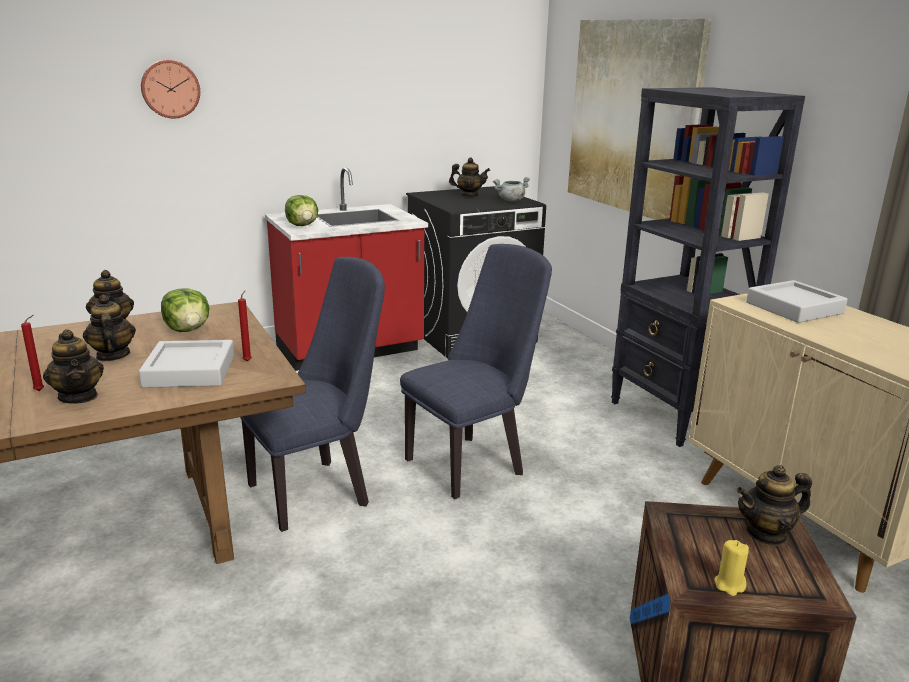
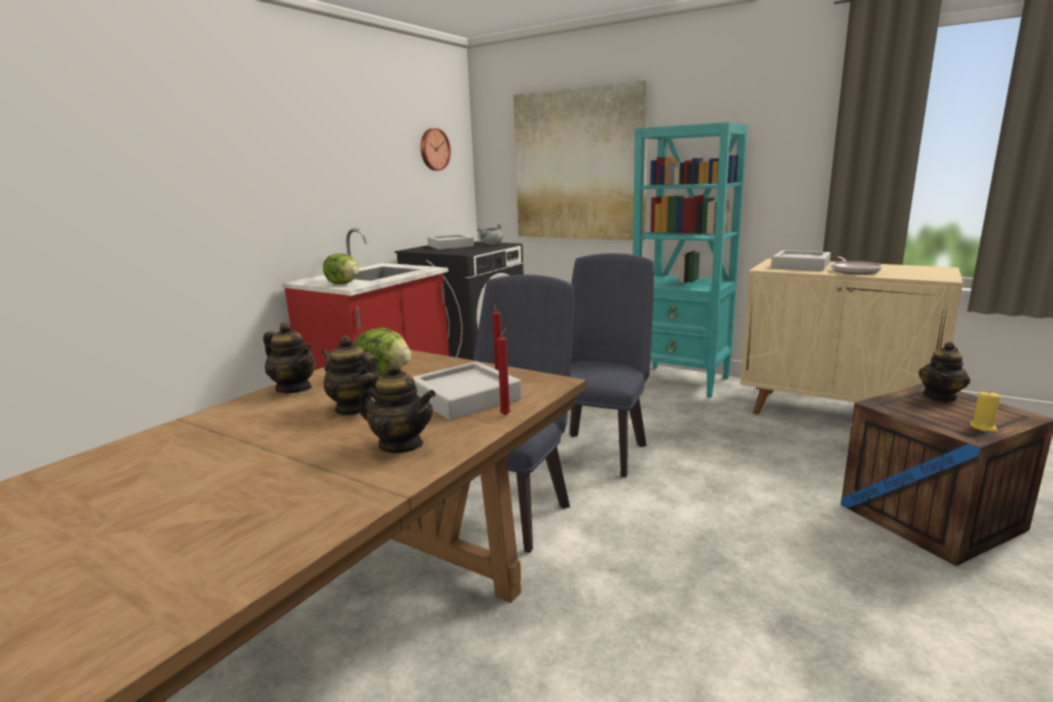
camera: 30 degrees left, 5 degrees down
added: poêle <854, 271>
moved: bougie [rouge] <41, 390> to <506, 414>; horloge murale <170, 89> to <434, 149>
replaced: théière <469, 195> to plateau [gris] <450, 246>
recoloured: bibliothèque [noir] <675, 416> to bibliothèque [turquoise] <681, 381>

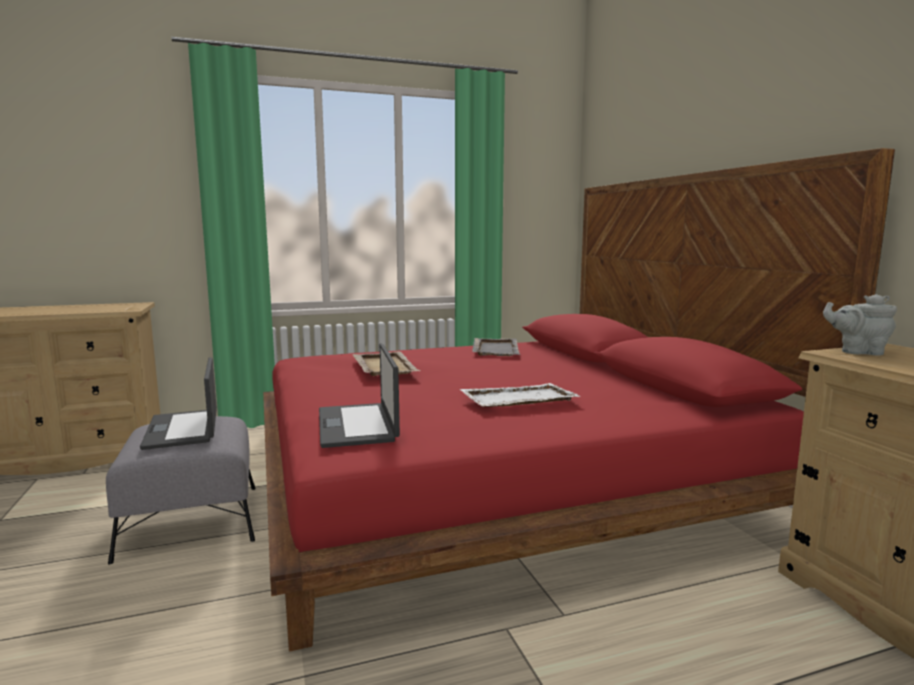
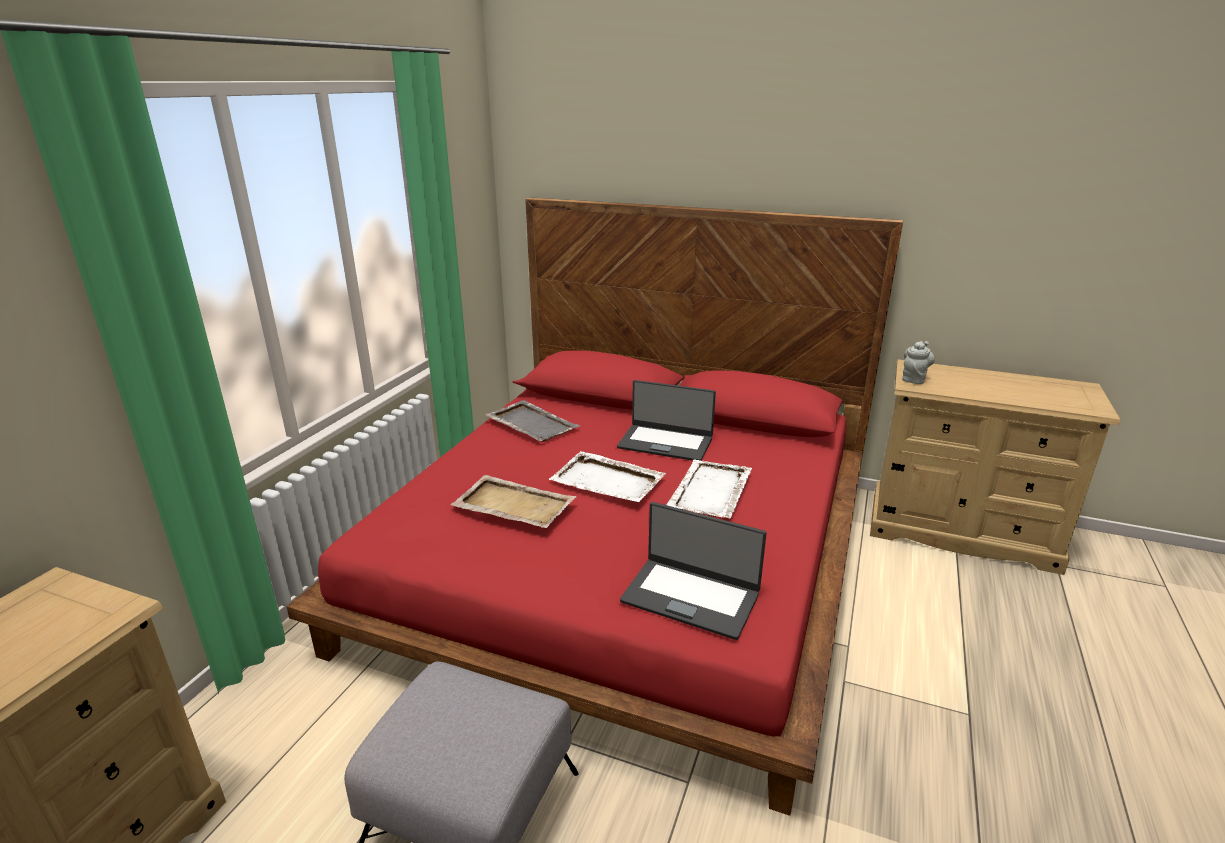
camera: 50 degrees left, 15 degrees up
added: plateau [blanc] <608, 481>
moved: ordinateur portable <184, 429> to <665, 442>
turned: théière [gris] <858, 352> = <914, 379> 150 degrees clockwise

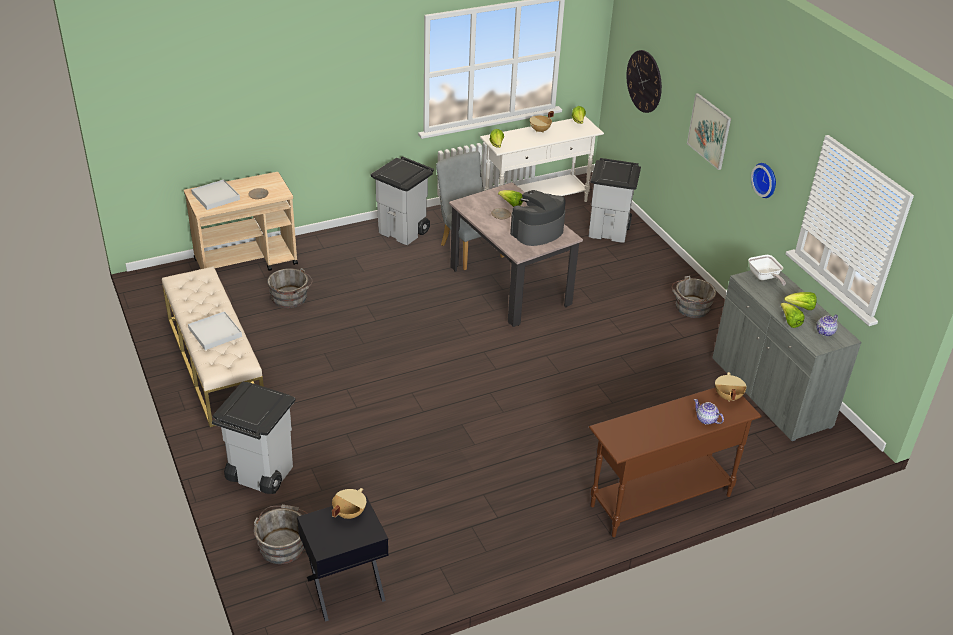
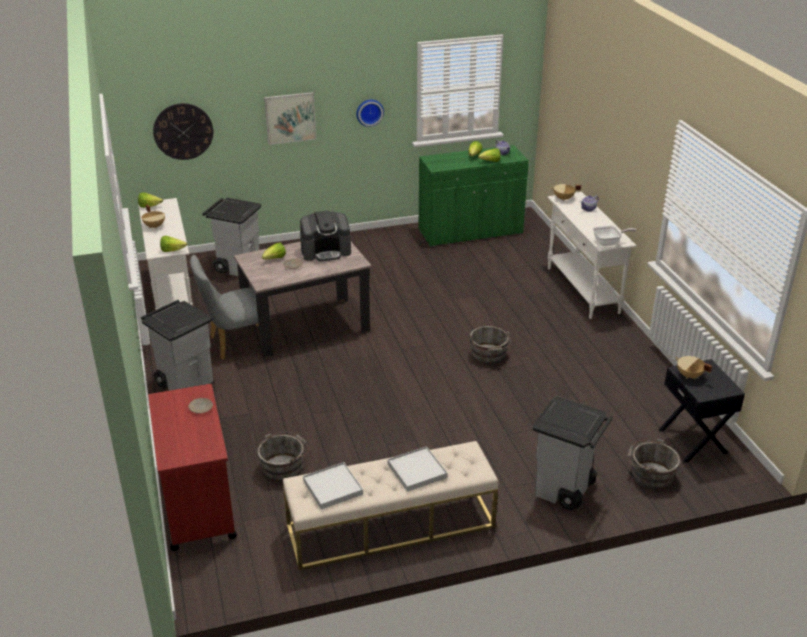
camera: 80 degrees left, 5 degrees down
moved: plateau [blanc] <216, 196> to <333, 487>; seau [gris] <690, 307> to <489, 356>; poêle <764, 277> to <609, 243>
recoloured: chariot [beige] <246, 262> to chariot [rouge] <197, 503>; table console [marron] <660, 500> to table console [blanc] <582, 290>; meuble de rangement [gris] <770, 393> to meuble de rangement [vert] <470, 232>
turned: machine à café <537, 232> = <326, 251> 75 degrees counterclockwise

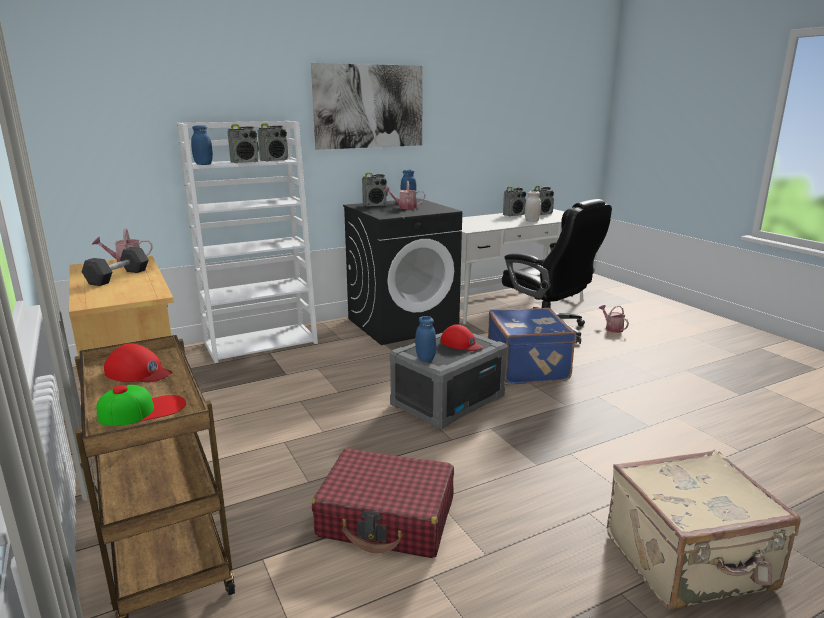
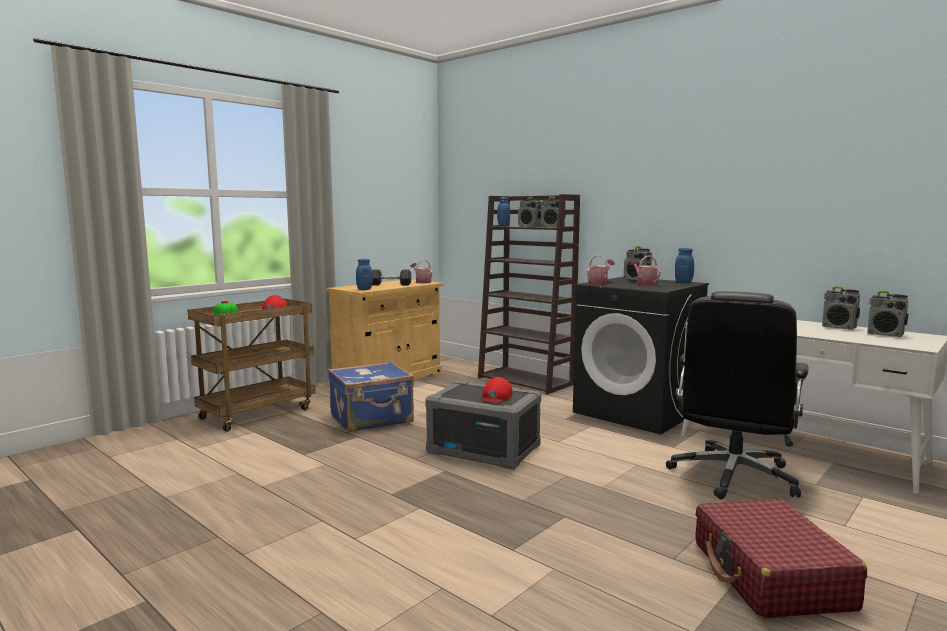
camera: 70 degrees right, 10 degrees down
removed: tableau <369, 106>; bocal [blanc] <532, 221>; valise [beige] <690, 563>
moved: valise [rouge] <387, 518> to <770, 575>; bocal [bleu] <425, 359> to <364, 289>; valise [bleu] <528, 367> to <372, 419>; arrosoir <612, 328> to <599, 283>
recoloured: bibliothèque [blanc] <262, 343> to bibliothèque [marron] <526, 381>

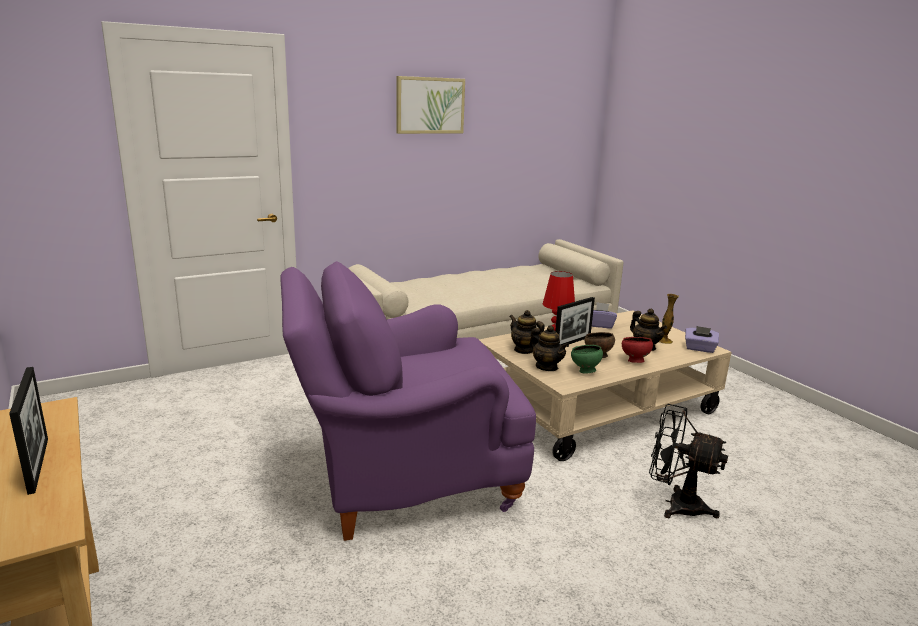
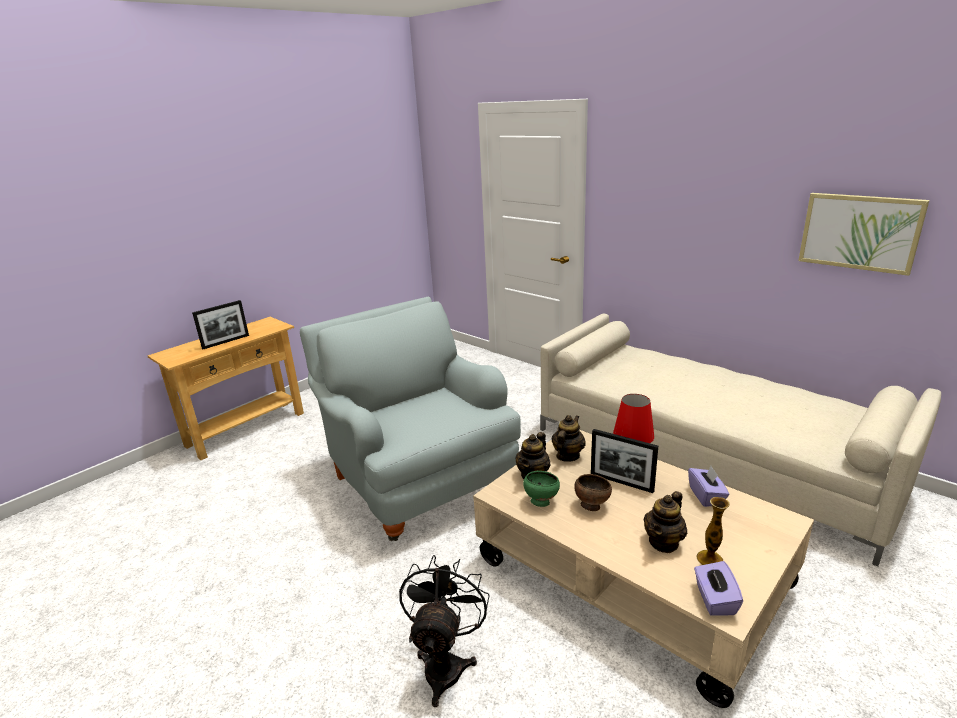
camera: 75 degrees right, 5 degrees up
removed: bol [rouge] <634, 361>
moved: tableau <430, 105> to <859, 232>
recoloured: fauteuil [violet] <401, 477> to fauteuil [gris] <418, 479>

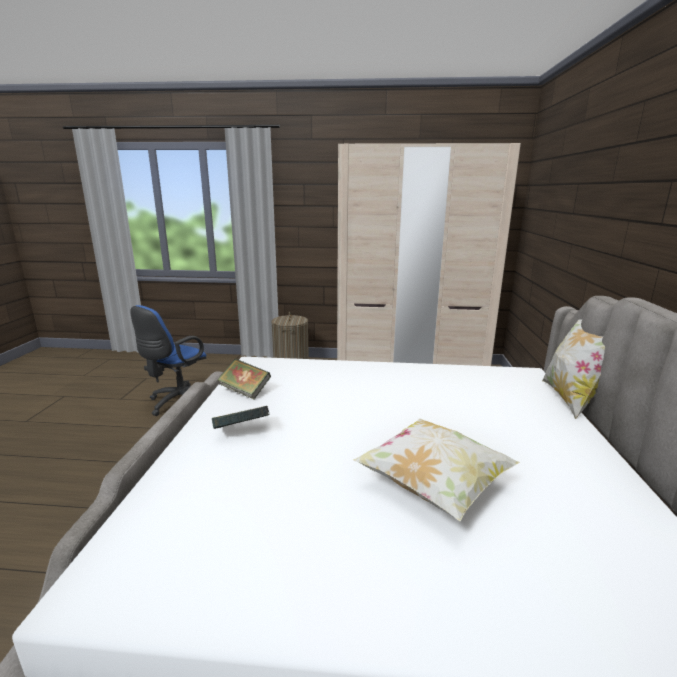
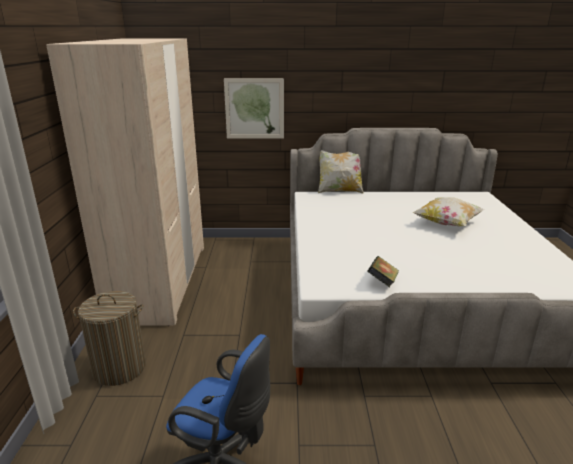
camera: 95 degrees left, 5 degrees up
removed: livre <242, 431>
added: tableau <254, 109>

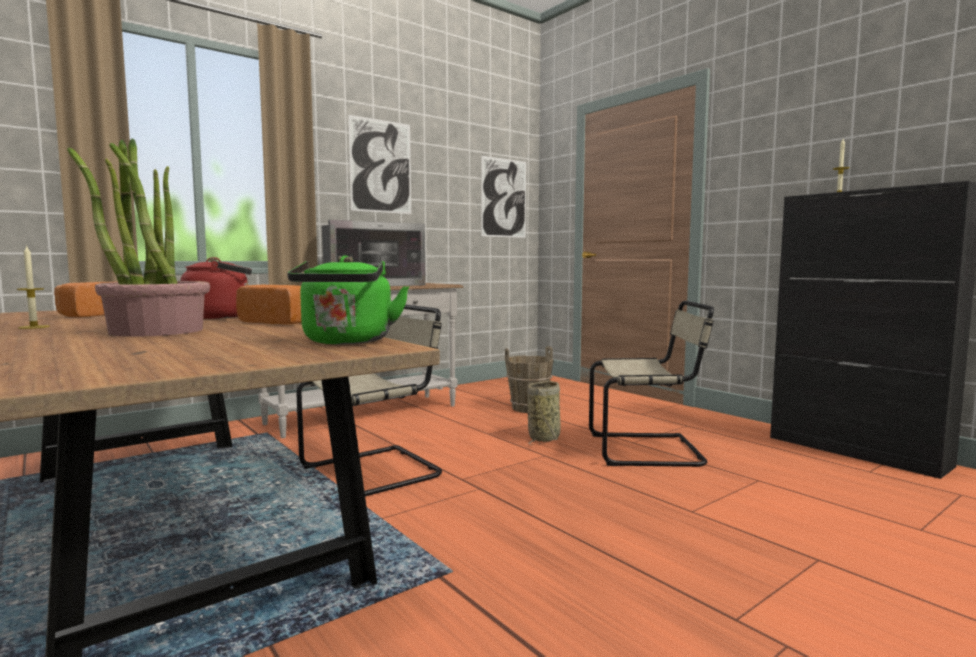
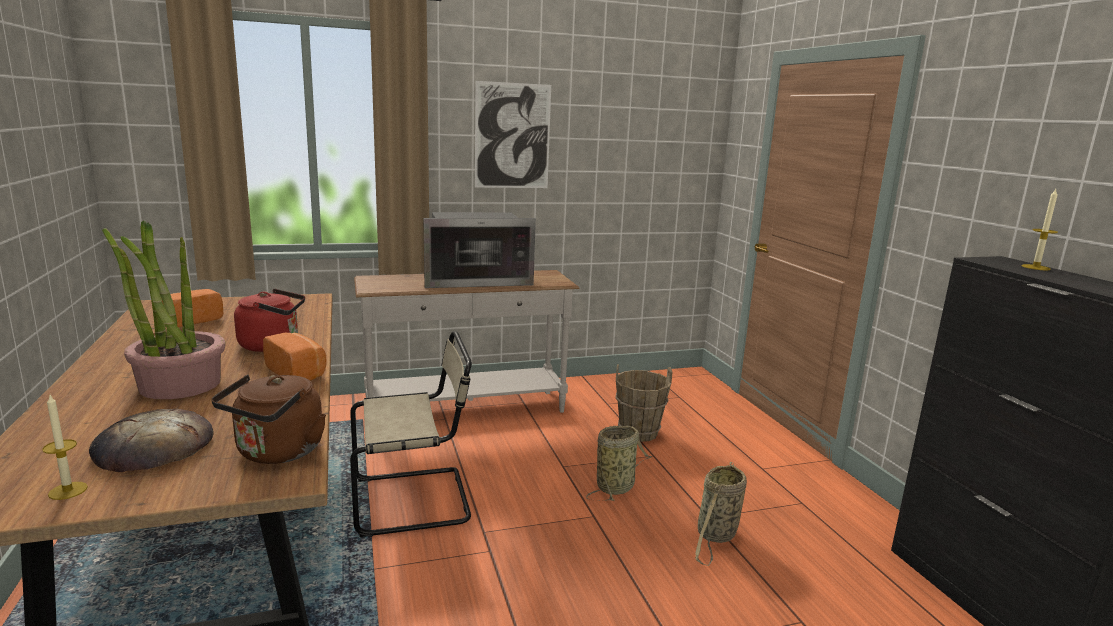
camera: 20 degrees right, 10 degrees up
removed: tableau <504, 198>
added: pain <153, 447>
moved: bougie <34, 327> to <68, 490>
replaced: chaise [beige] <649, 450> to panier <715, 536>
recoloured: bouilloire [vert] <347, 342> to bouilloire [marron] <277, 453>

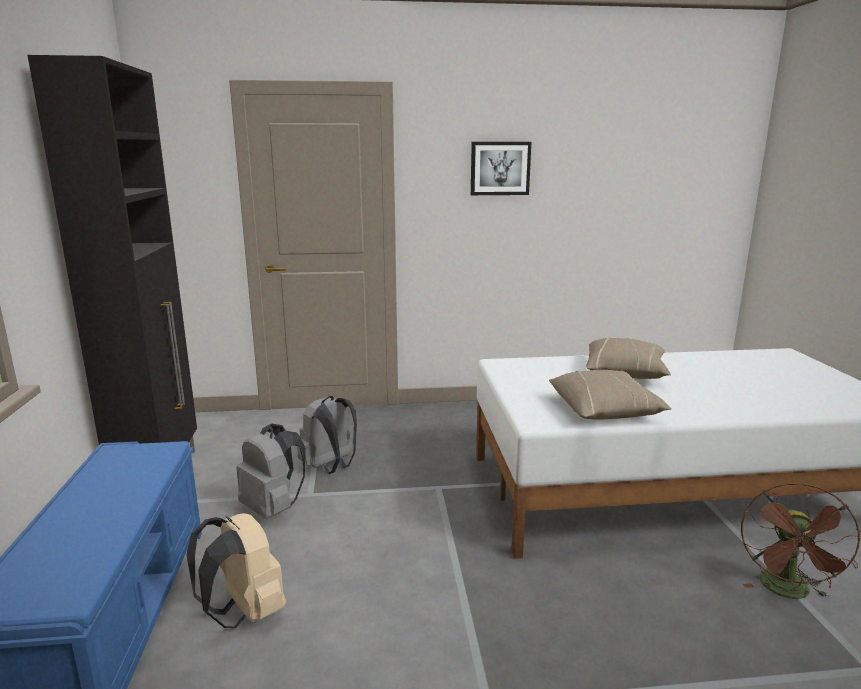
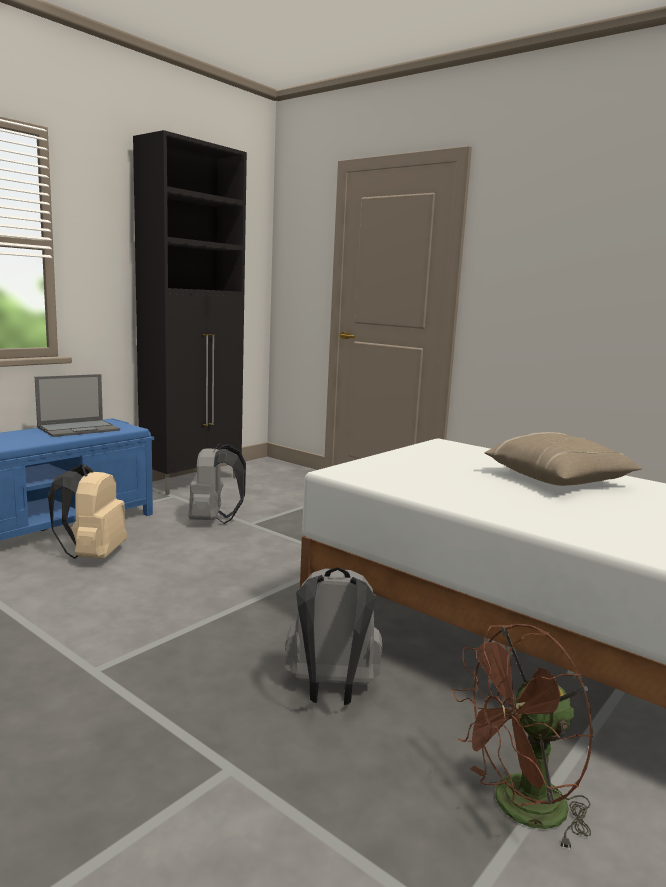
camera: 45 degrees right, 5 degrees down
removed: tableau <500, 168>; coussin [beige] <605, 410>
added: ordinateur portable <79, 428>
moved: sac à dos [gris] <330, 466> to <331, 691>

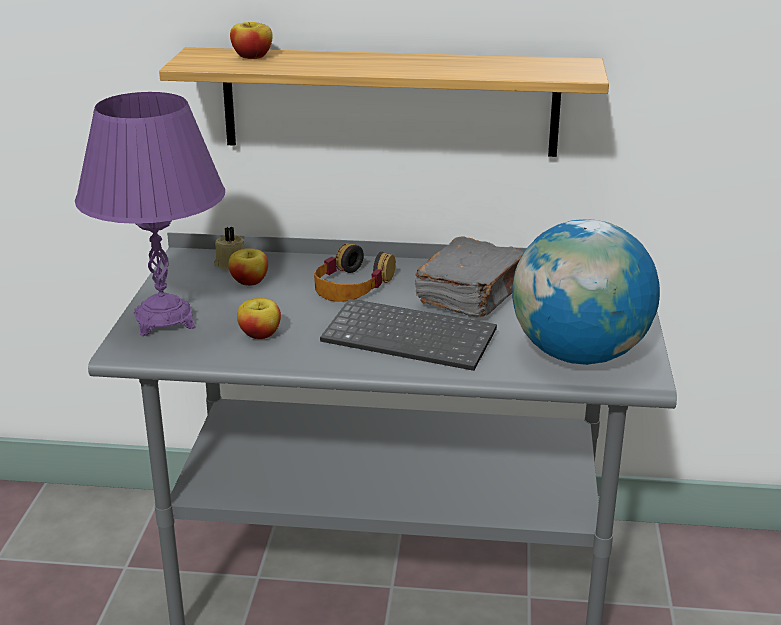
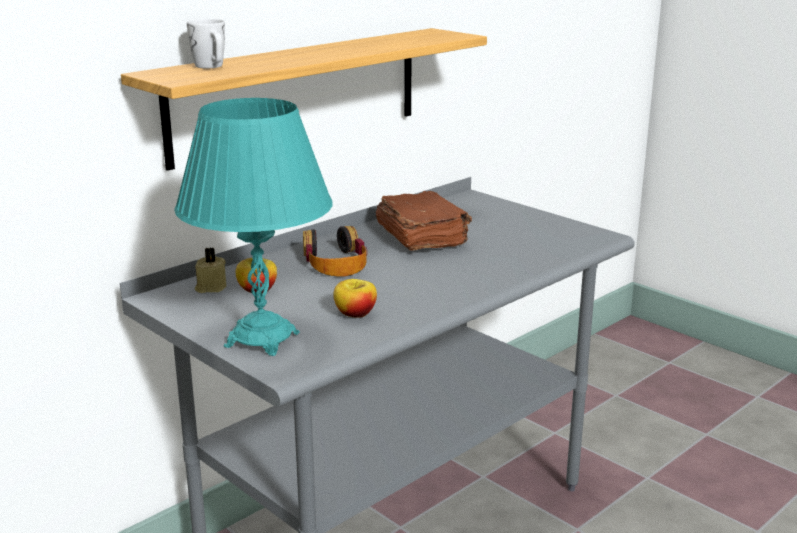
camera: 50 degrees left, 5 degrees down
removed: clavier <411, 337>; globe <579, 355>
replaced: pomme <252, 57> to mug [blanc] <211, 67>
recoloured: lampe de table [violet] <164, 320> to lampe de table [turquoise] <262, 339>; livre [gris] <472, 295> to livre [marron] <422, 237>

